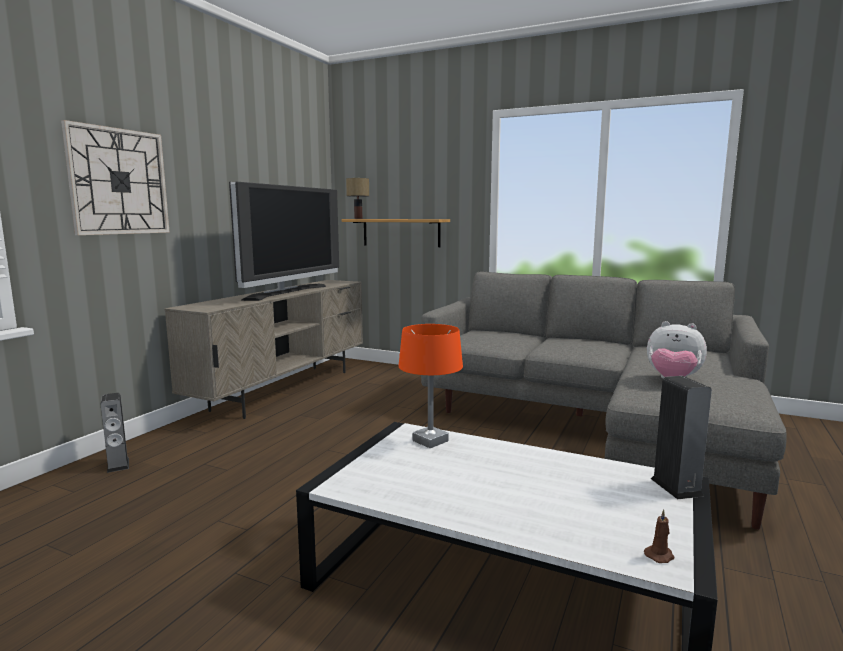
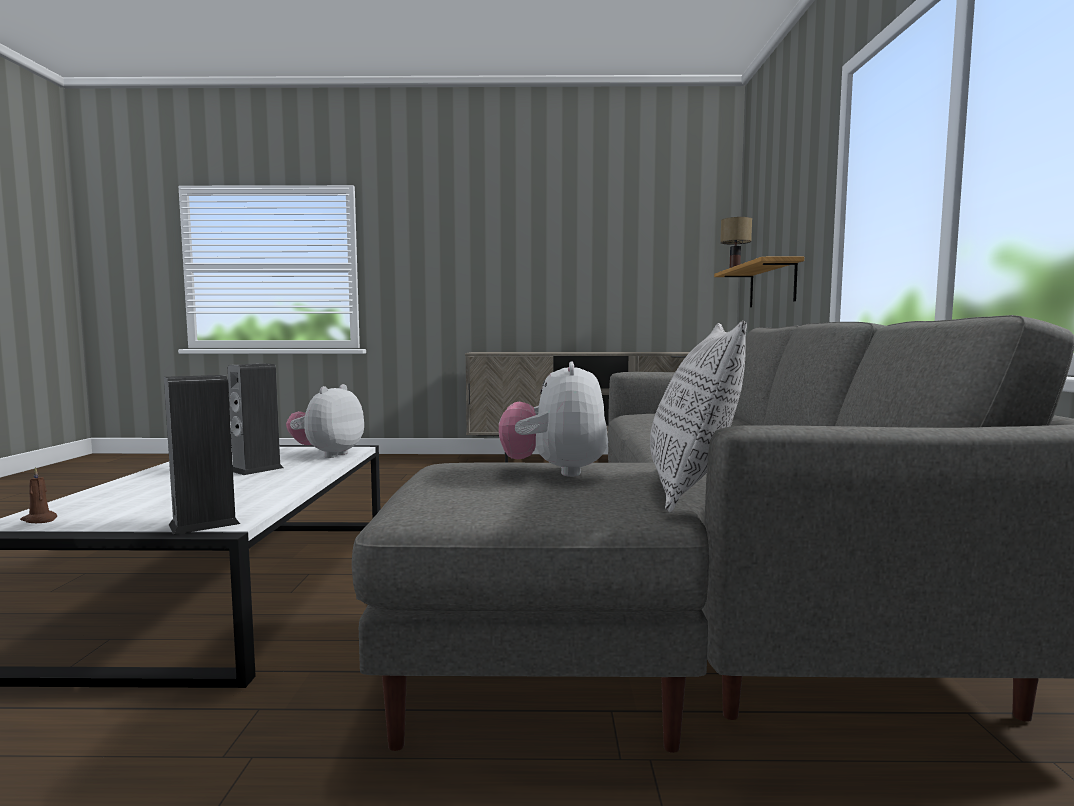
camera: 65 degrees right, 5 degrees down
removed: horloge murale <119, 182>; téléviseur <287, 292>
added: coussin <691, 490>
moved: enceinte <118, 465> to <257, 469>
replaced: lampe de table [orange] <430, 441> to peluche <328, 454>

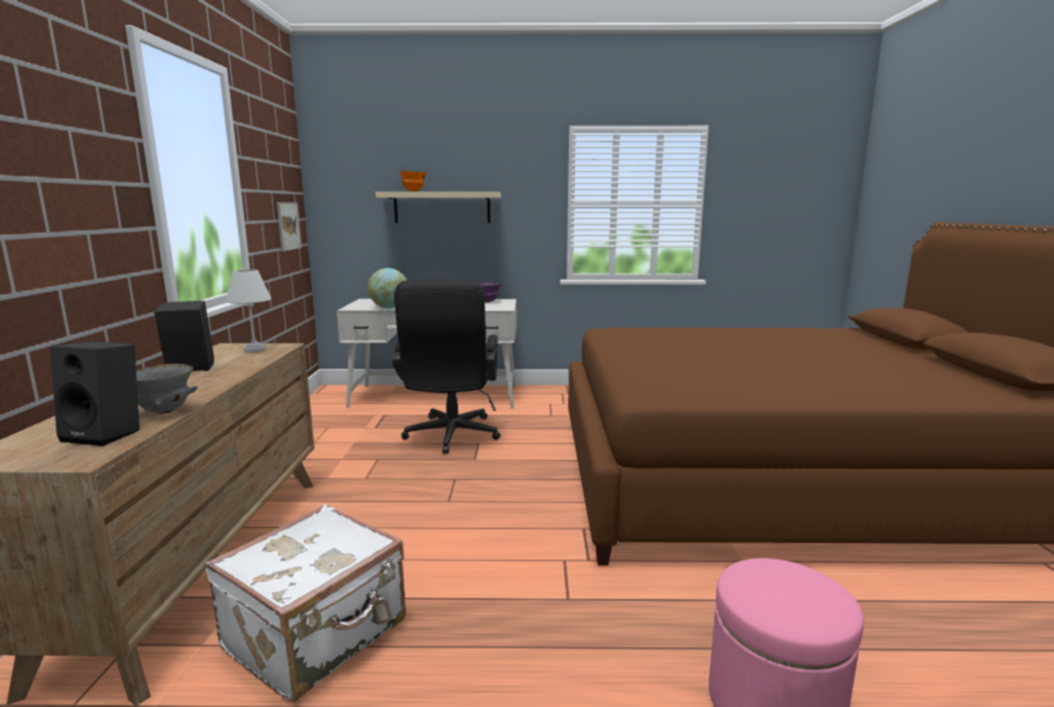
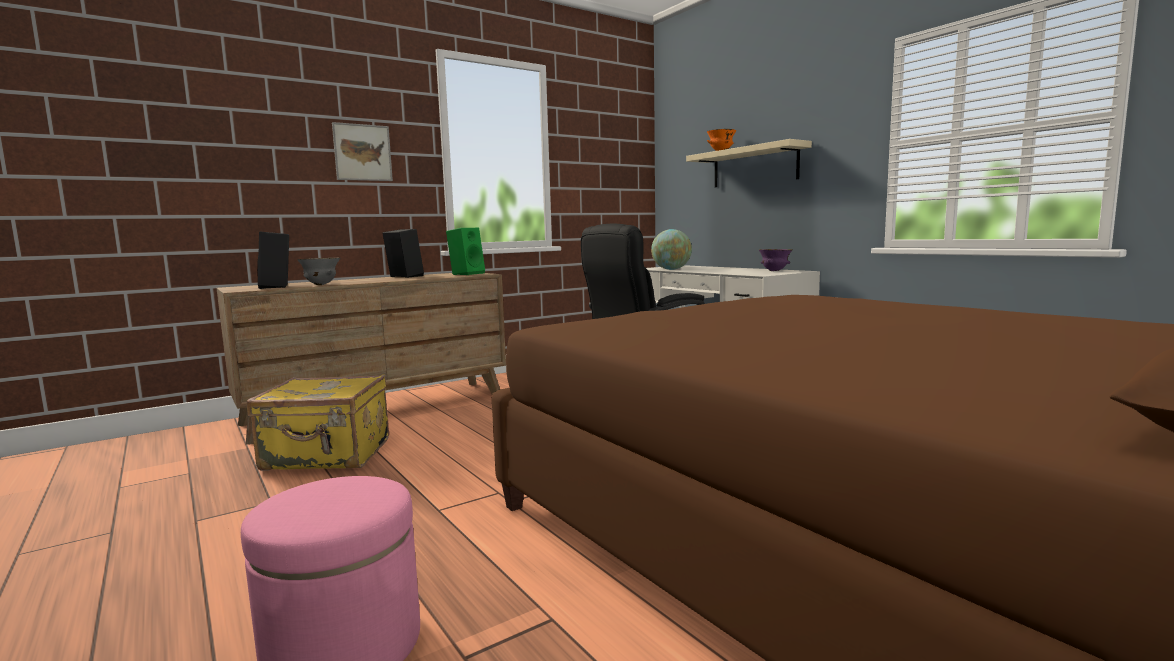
camera: 55 degrees right, 5 degrees down
moved: tableau <288, 226> to <362, 152>
replaced: lampe de table [blanc] <254, 349> to enceinte [vert] <467, 274>
recoloured: valise [blanc] <318, 636> to valise [jaune] <327, 456>

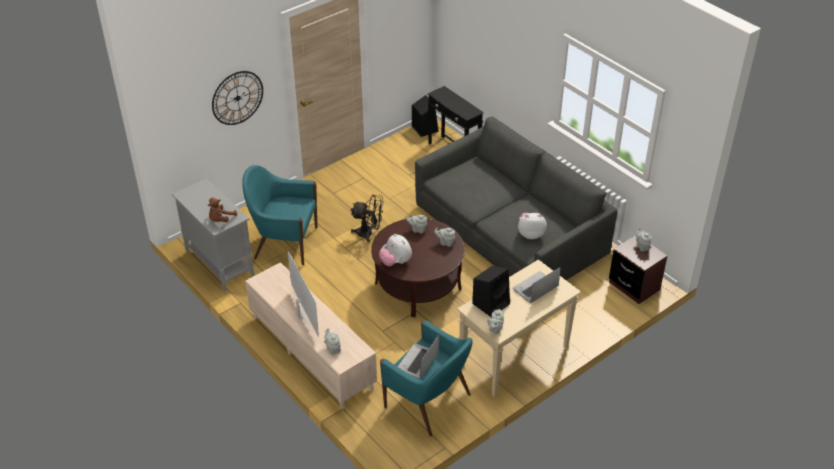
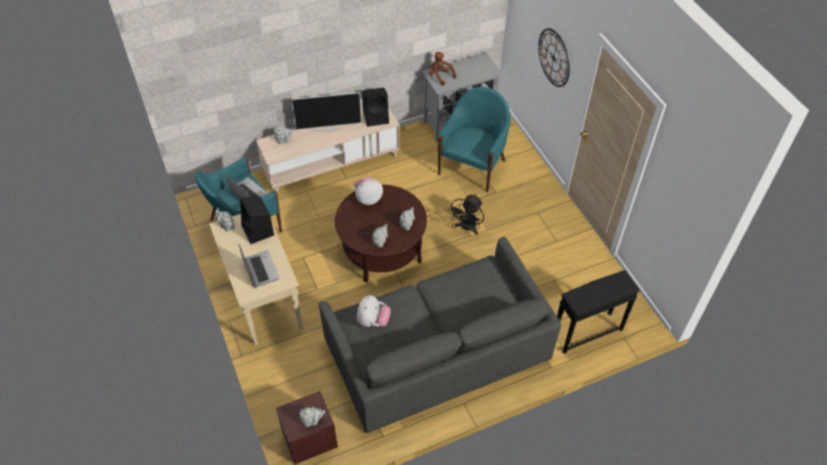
camera: 105 degrees right, 10 degrees up
moved: enceinte [noir] <424, 128> to <376, 117>

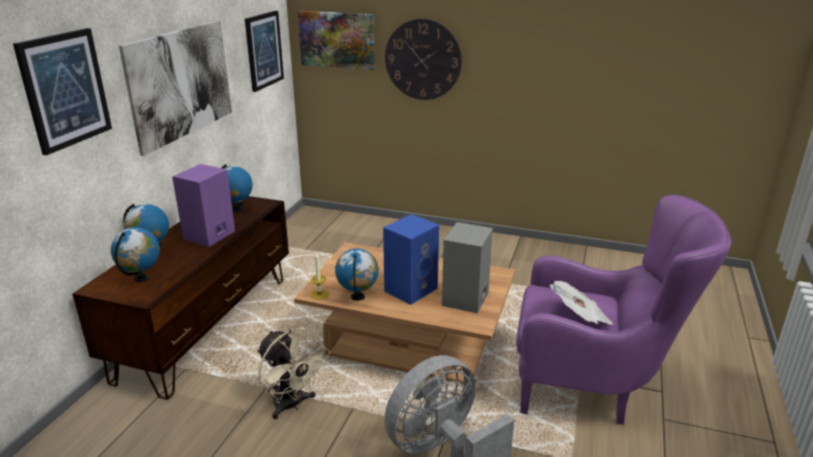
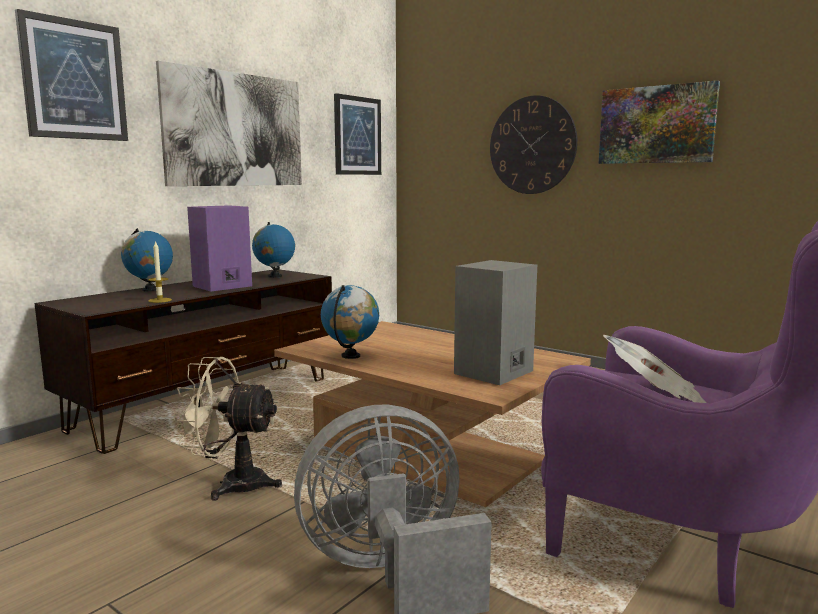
camera: 20 degrees right, 15 degrees down
removed: globe <141, 278>; enceinte [bleu] <411, 289>
moved: tableau <337, 39> to <656, 125>; bougie <319, 294> to <160, 300>
turned: ventilateur [beige] <292, 405> = <232, 484> 120 degrees clockwise

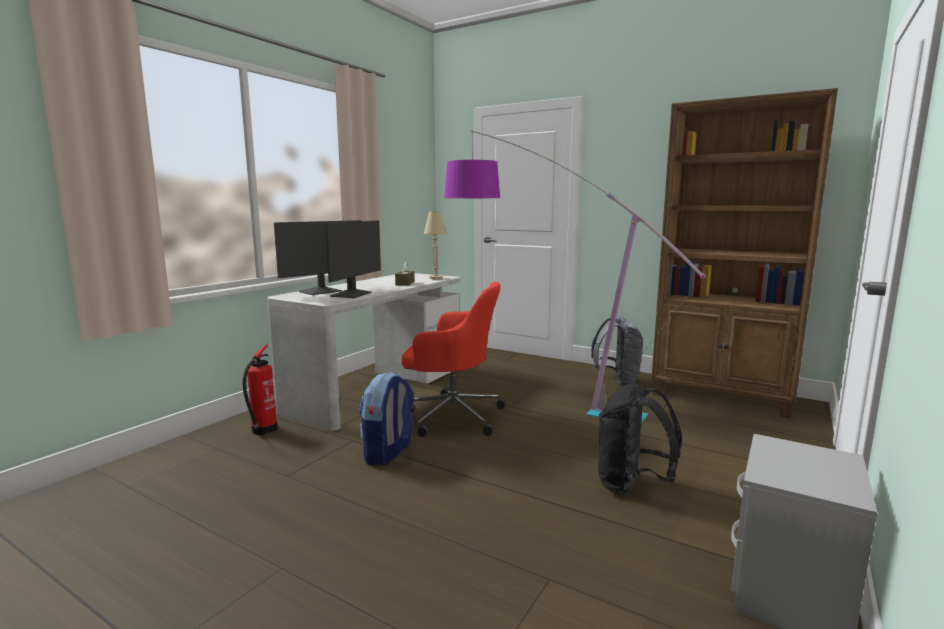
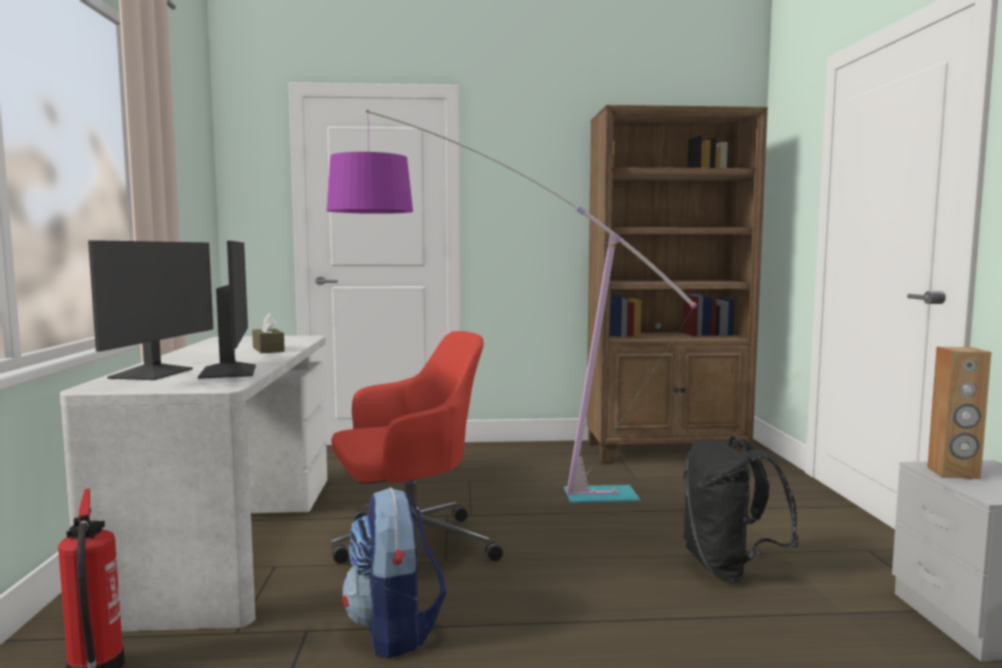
camera: 35 degrees left, 5 degrees down
removed: lampe de table [beige] <435, 278>; sac à dos [gris] <617, 381>
added: enceinte [marron] <953, 473>

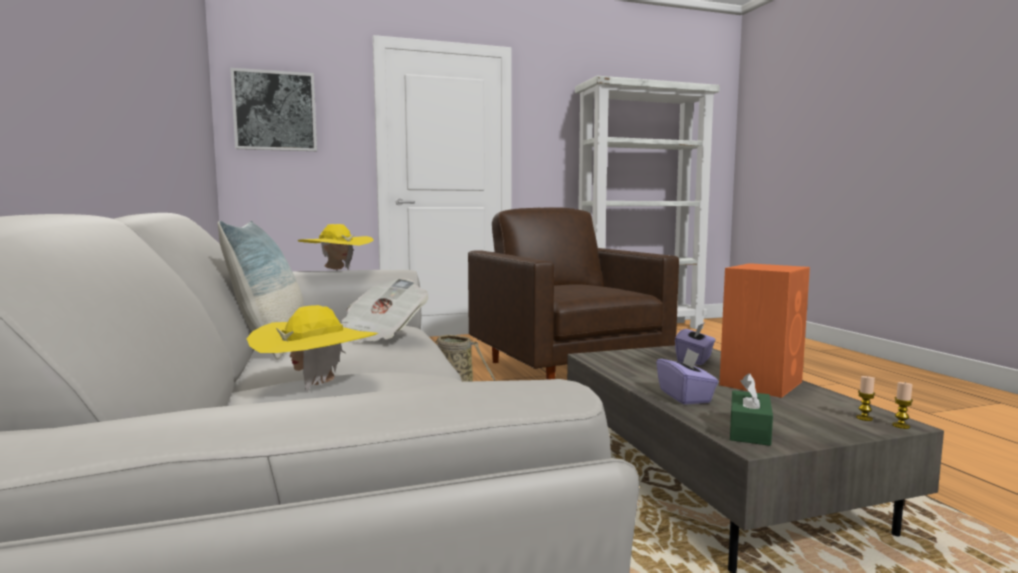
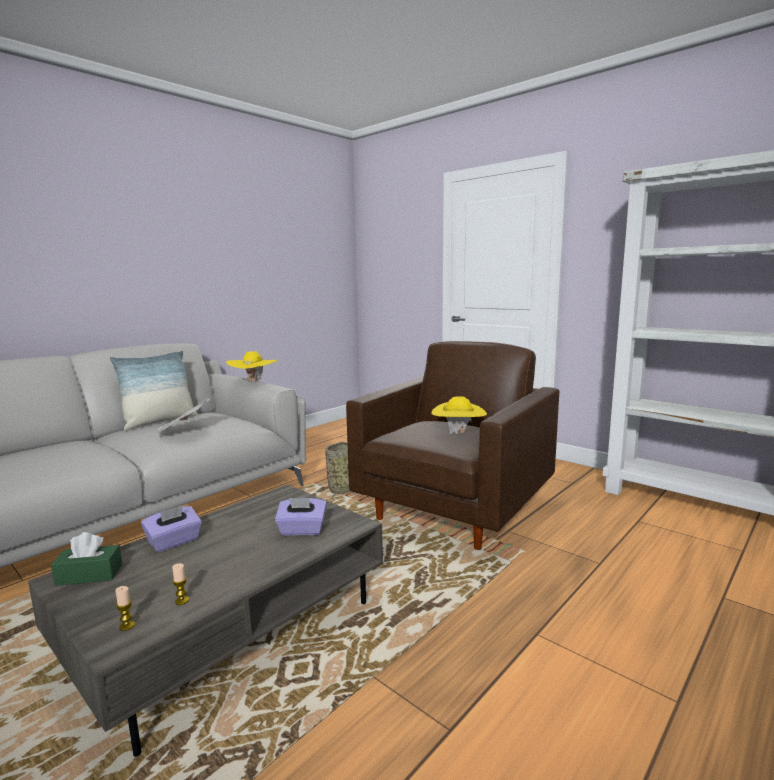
camera: 60 degrees right, 5 degrees up
removed: tableau <275, 111>; enceinte [orange] <761, 383>
moved: chapeau [jaune] <316, 385> to <458, 433>; bougie <901, 426> to <182, 601>

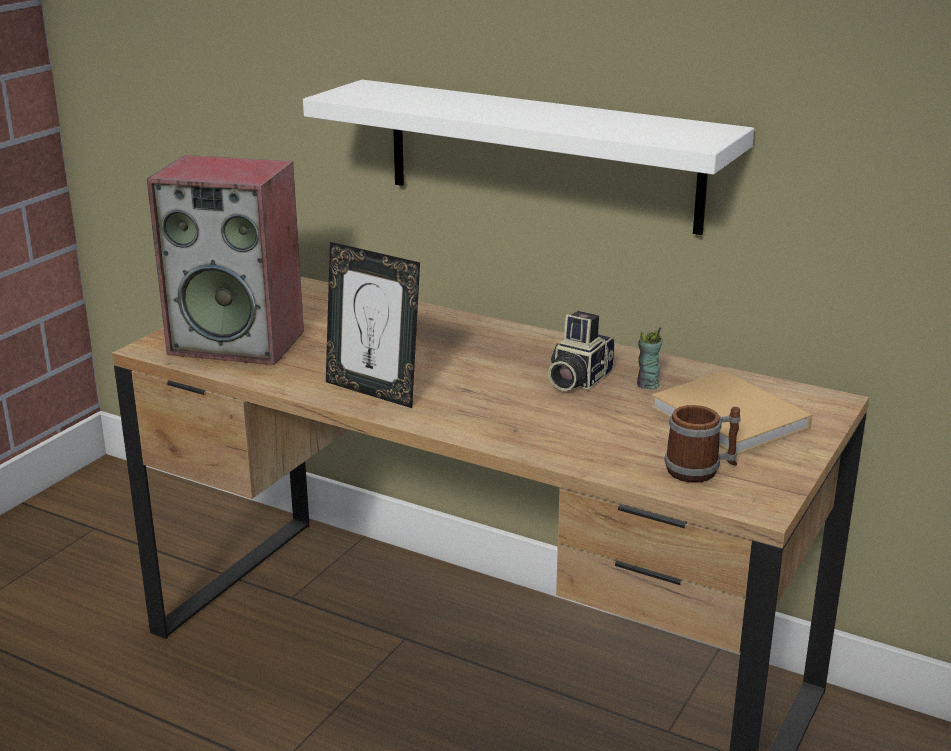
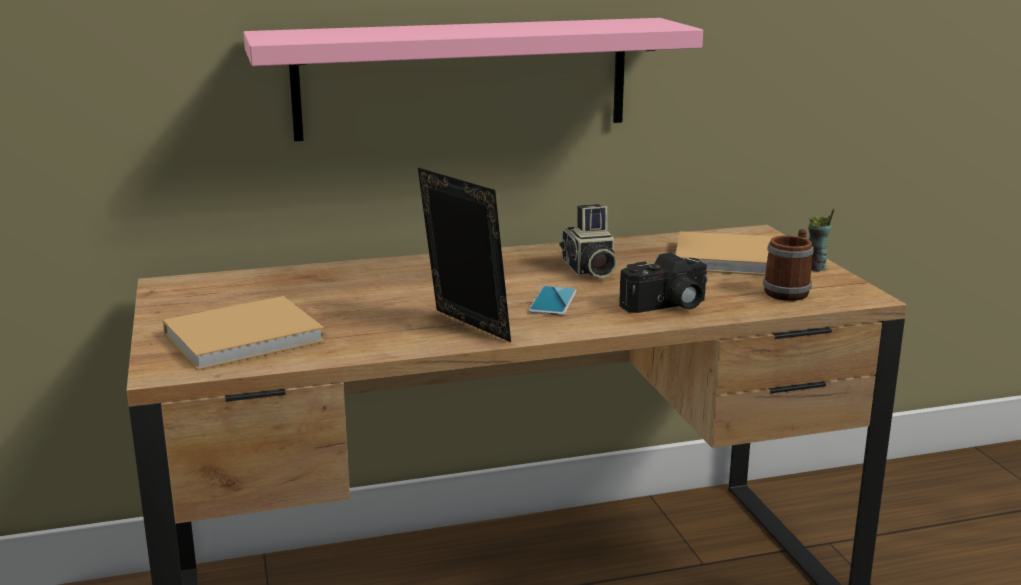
camera: 45 degrees left, 5 degrees down
added: téléphone <553, 302>; appareil photo <667, 306>
moved: tasse <647, 385> to <815, 268>
replaced: enceinte <239, 342> to livre [beige] <248, 337>
recoloured: étagère [blanc] <541, 155> to étagère [rose] <463, 78>
turned: cadre photo <373, 391> = <465, 328> 120 degrees counterclockwise

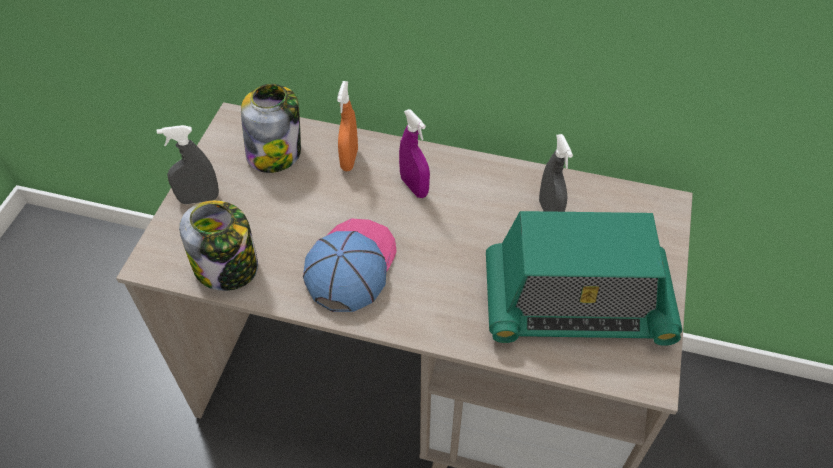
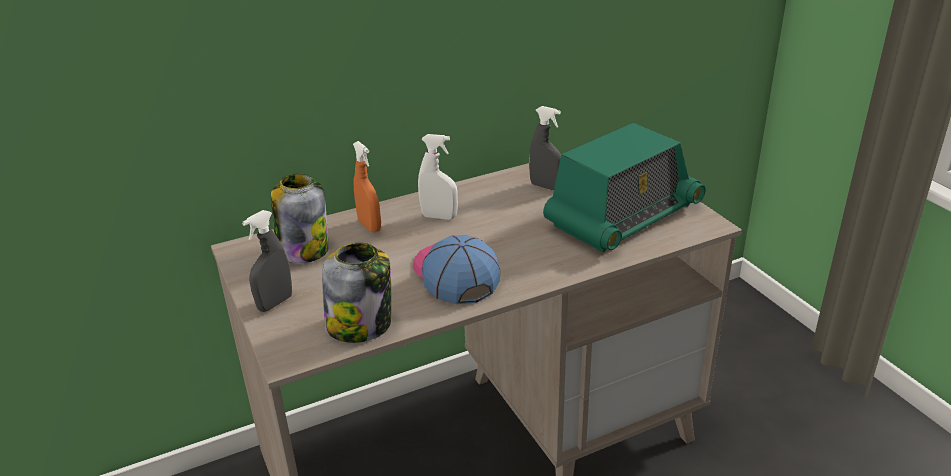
camera: 40 degrees left, 20 degrees down
recoloured: vaporisateur [violet] <414, 187> to vaporisateur [blanc] <439, 217>

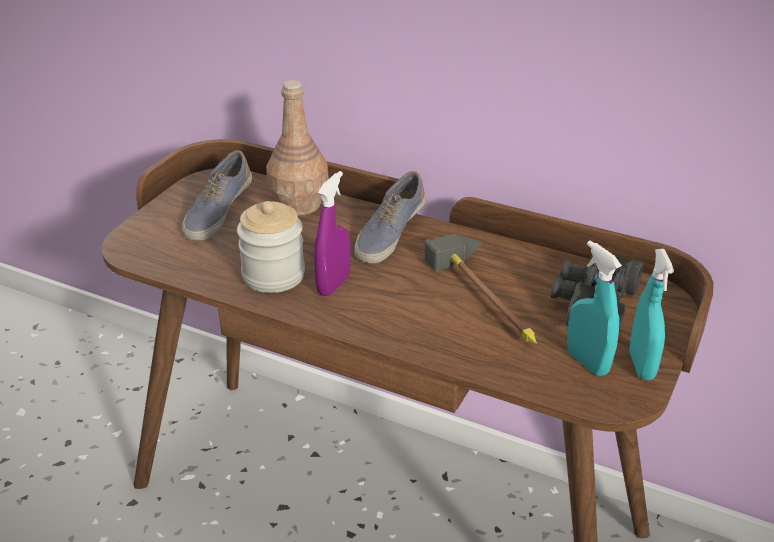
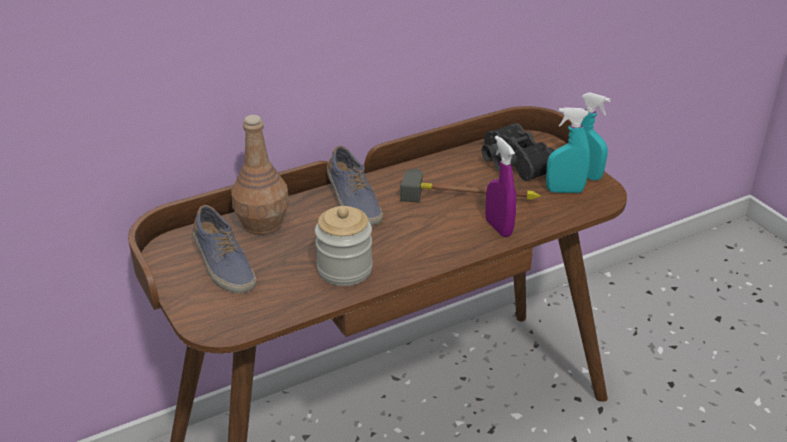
camera: 55 degrees left, 0 degrees up
moved: vaporisateur [violet] <333, 285> to <498, 228>

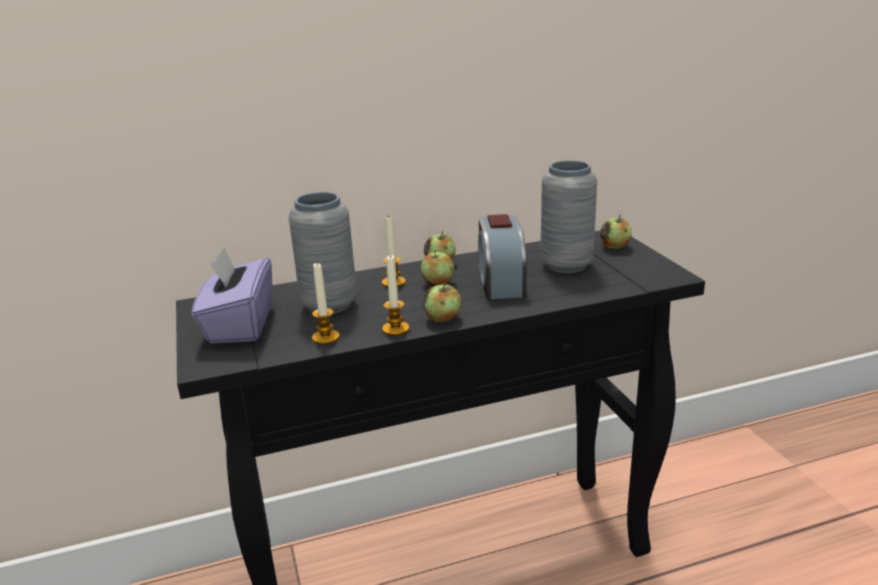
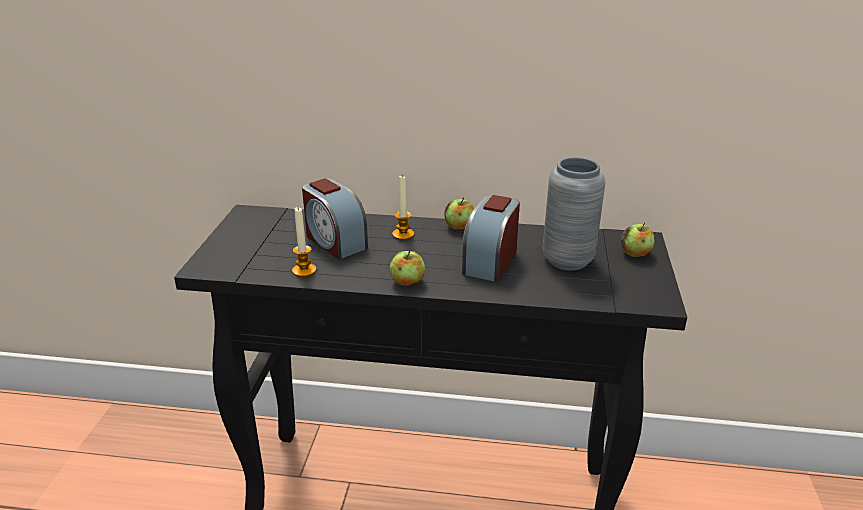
camera: 25 degrees right, 5 degrees up
removed: boîte à mouchoirs [violet] <239, 325>; bougie <395, 329>; pomme <438, 283>
replaced: vase [gris] <329, 305> to réveil <334, 241>

